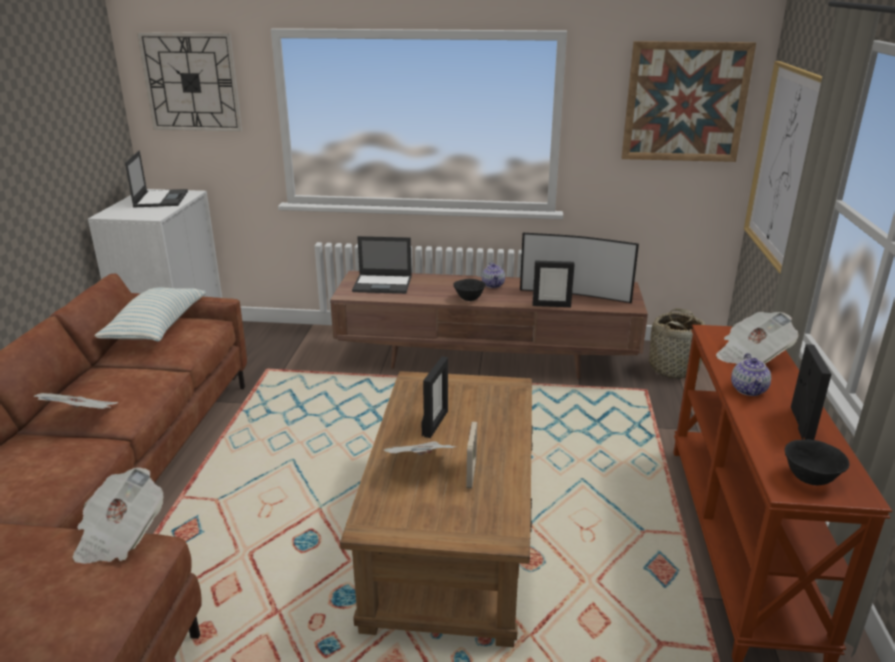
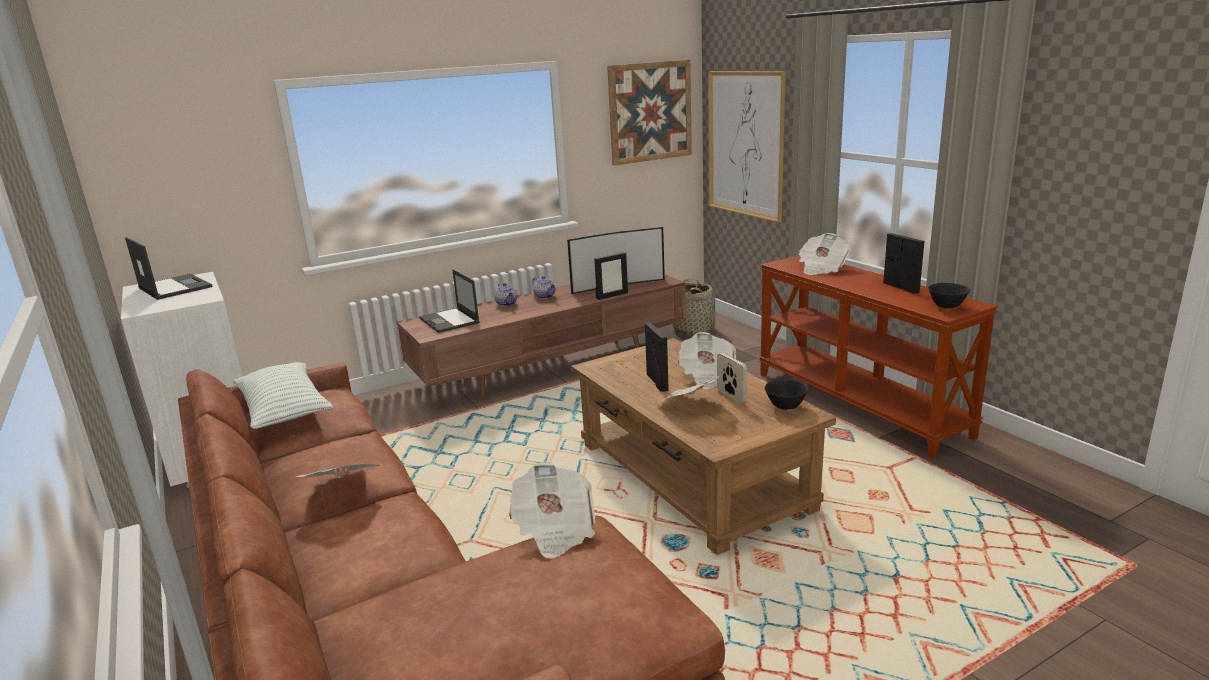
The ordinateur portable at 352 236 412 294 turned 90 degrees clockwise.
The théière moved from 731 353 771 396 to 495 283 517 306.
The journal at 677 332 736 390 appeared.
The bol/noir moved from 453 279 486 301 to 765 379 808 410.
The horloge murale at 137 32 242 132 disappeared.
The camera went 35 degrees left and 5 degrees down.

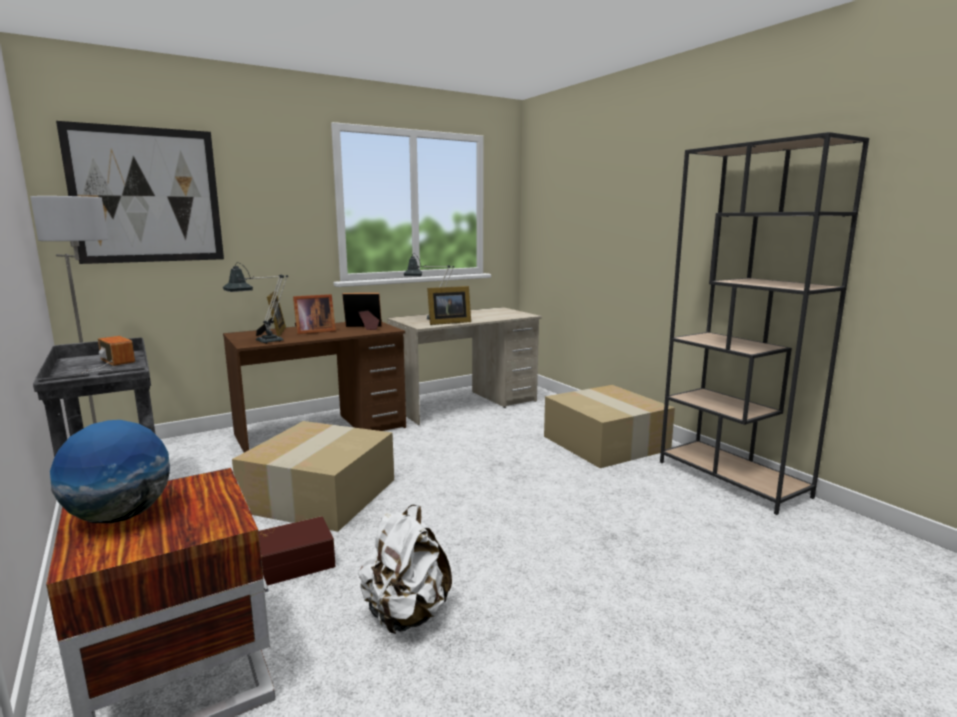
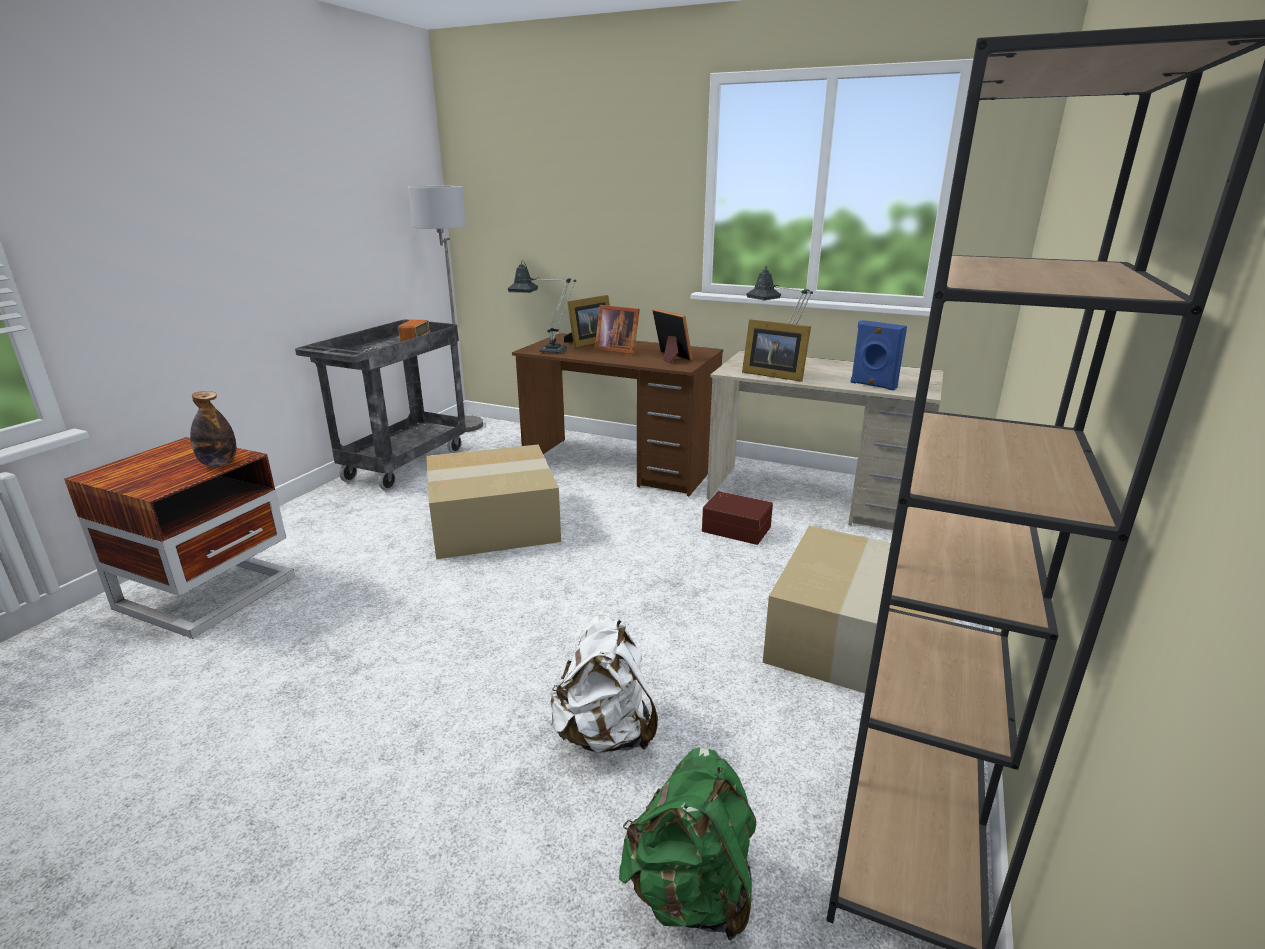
The bouteille at 190 391 236 467 appeared.
The sac à dos/blanc moved from 359 504 452 634 to 550 615 658 753.
The sac à dos/vert at 619 747 756 940 appeared.
The boîte de rangement/marron moved from 259 516 335 586 to 702 491 773 545.
The enceinte/bleu at 850 320 907 391 appeared.
The globe at 50 420 170 523 disappeared.
The tableau at 56 121 224 264 disappeared.
The camera went 55 degrees right and 10 degrees up.

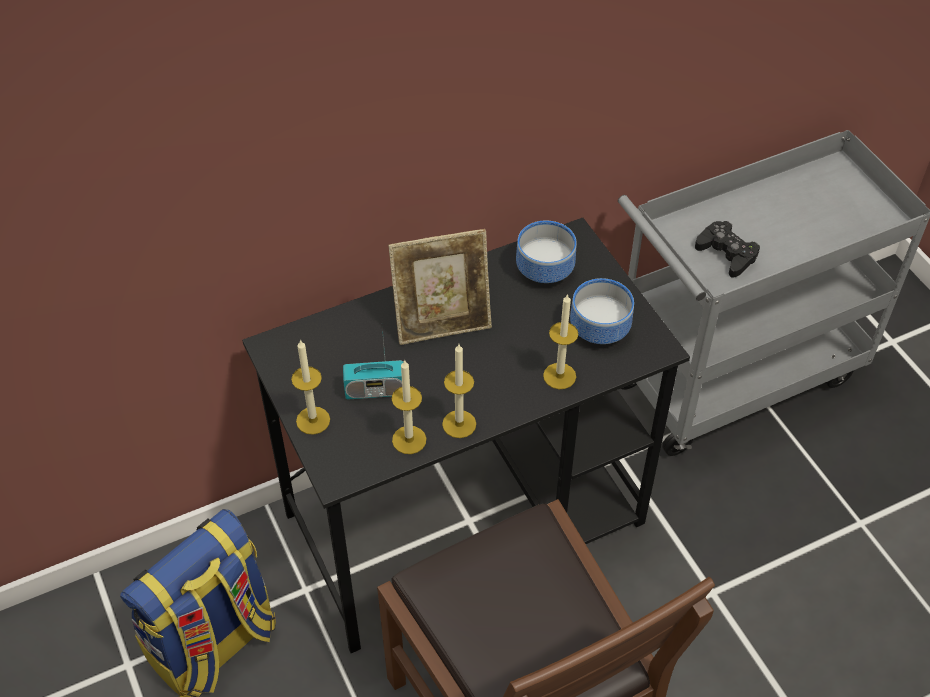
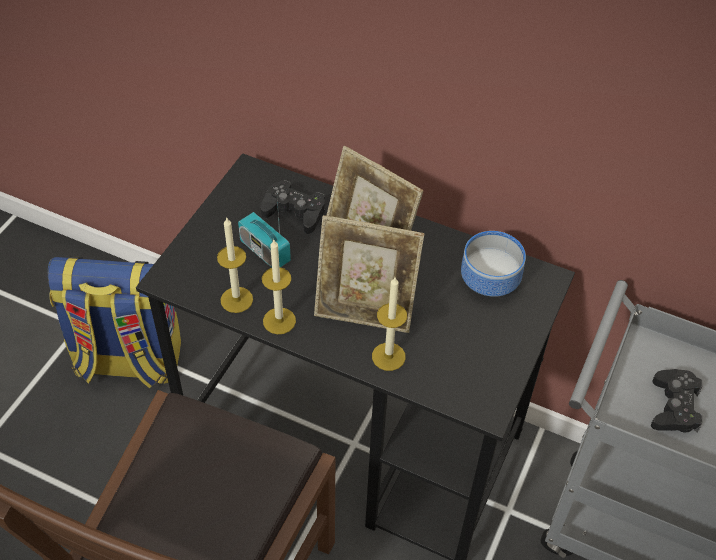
The manette/noir at 261 180 325 234 appeared.
The cadre photo at 314 215 424 333 appeared.
The bougie at 291 339 330 435 disappeared.
The bol at 570 278 634 344 disappeared.
The camera went 50 degrees right and 0 degrees up.

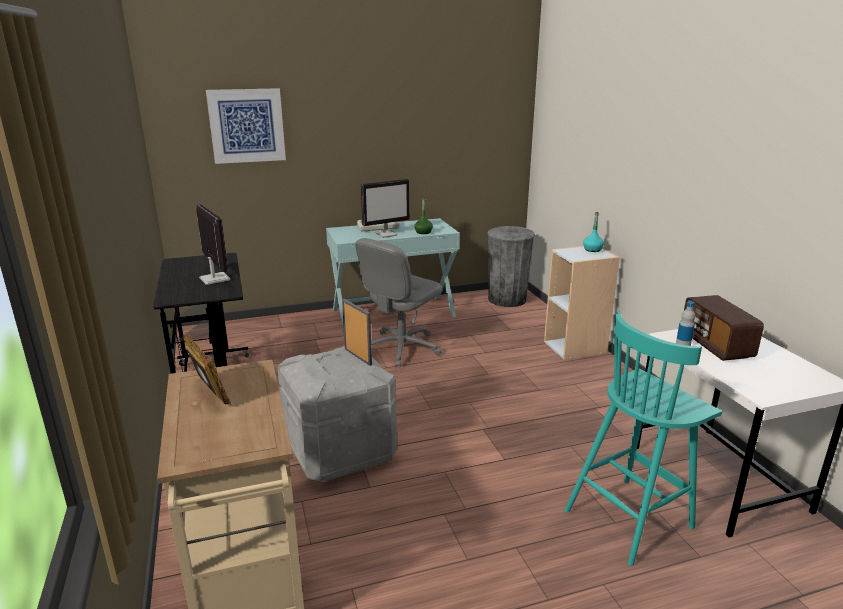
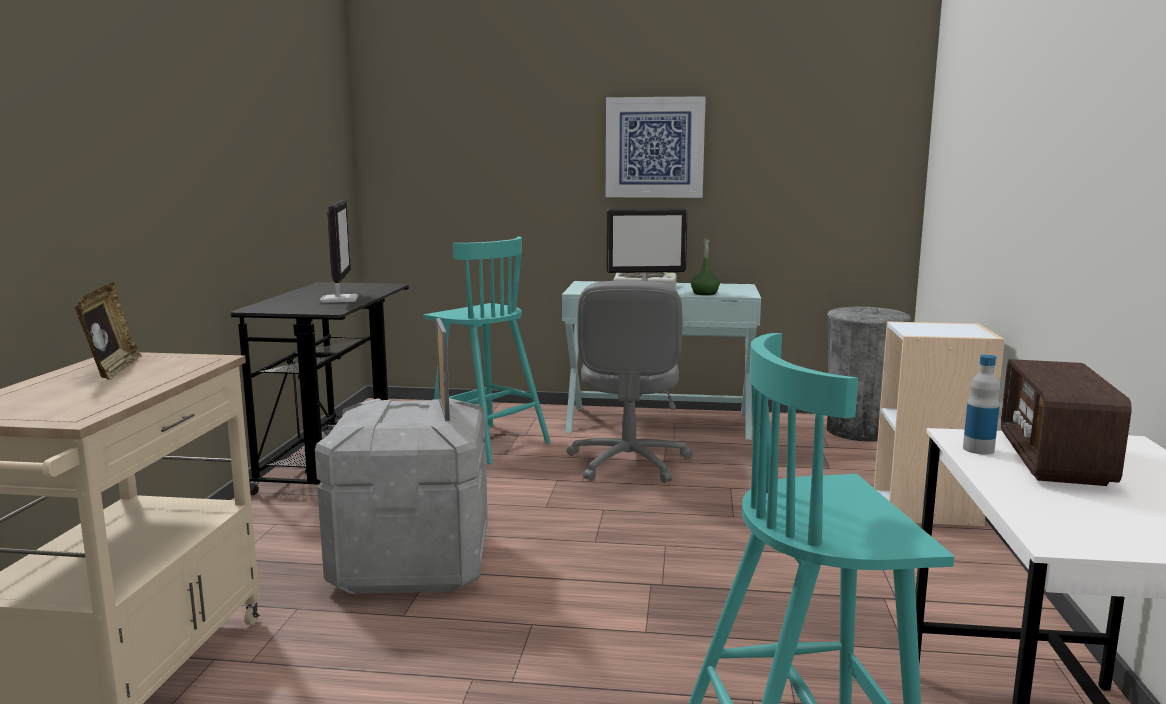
The tabouret/turquoise at 424 237 551 464 appeared.
The chaise de bureau/gris at 356 238 442 367 turned 60 degrees counterclockwise.
The tableau moved from 206 88 286 164 to 606 96 706 198.
The bouteille/turquoise at 583 212 604 252 disappeared.
The camera went 25 degrees right and 10 degrees down.

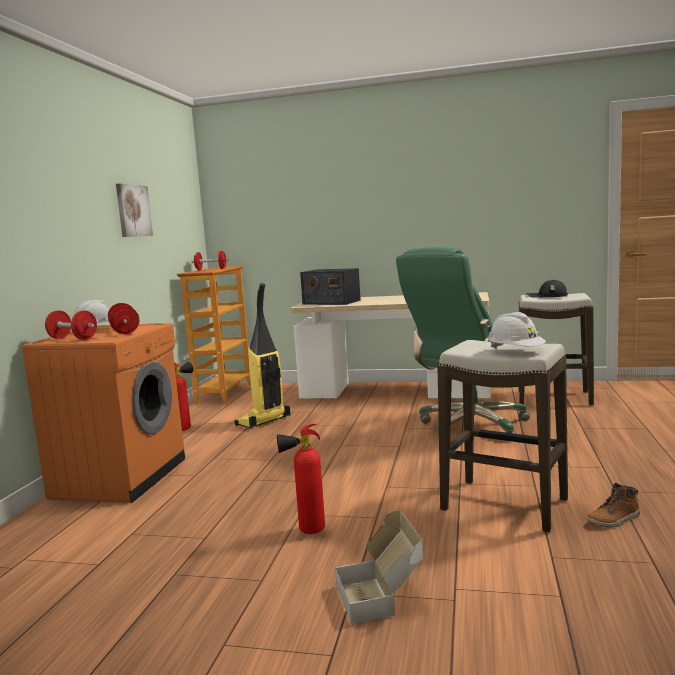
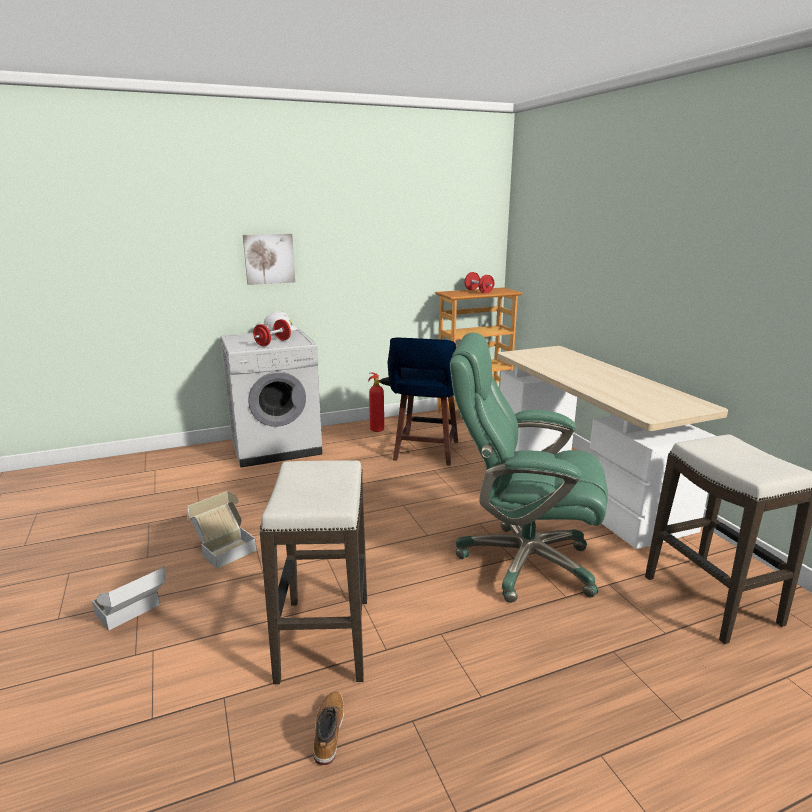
The extincteur at 277 424 325 534 was replaced by the carton at 187 491 257 569.
The lave-linge/orange at 22 323 185 503 became the lave-linge/blanc at 221 329 323 468.
The tableau moved from 116 183 153 237 to 243 234 295 285.
The botte at 587 483 640 528 turned 60 degrees clockwise.
The aspirateur at 234 283 291 428 was replaced by the tabouret/bleu at 388 337 458 466.
The haltère/rouge at 45 311 97 340 disappeared.
The radio at 300 268 361 305 disappeared.
The casque de chantier/blanc at 488 312 546 349 disappeared.
The casquette/noir at 527 280 568 298 disappeared.
The camera went 55 degrees right and 10 degrees up.

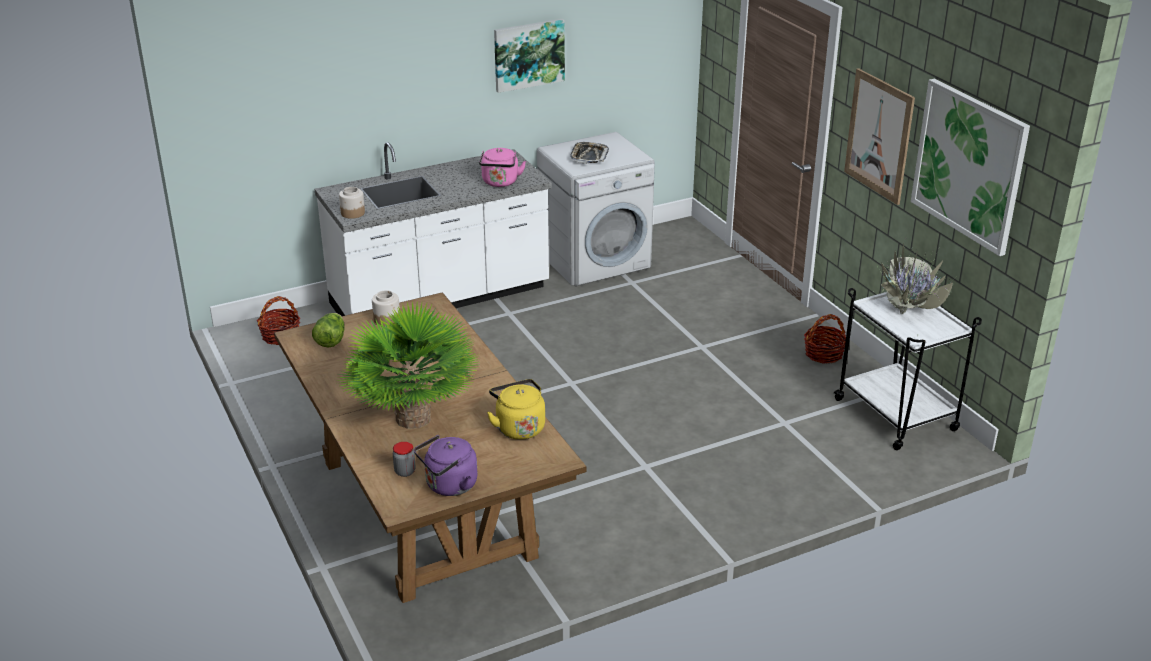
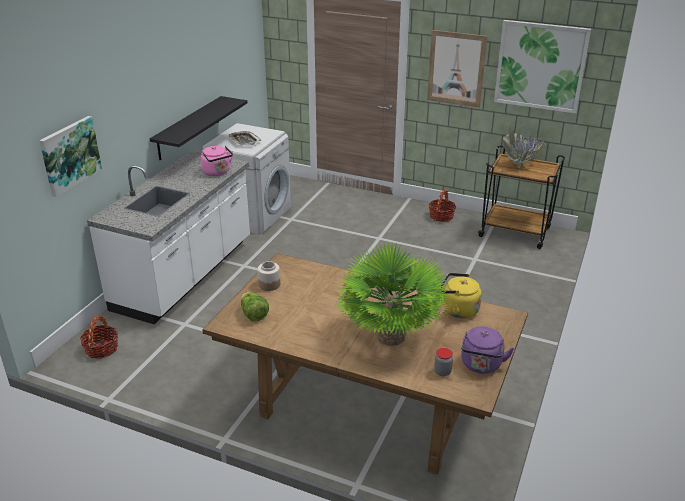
The tableau moved from 494 19 565 93 to 39 116 102 197.
The étagère/noir at 150 96 247 160 appeared.
The chariot/blanc at 833 288 982 450 became the chariot/marron at 477 146 565 249.
The bocal at 339 187 365 219 disappeared.
The camera went 40 degrees left and 0 degrees up.

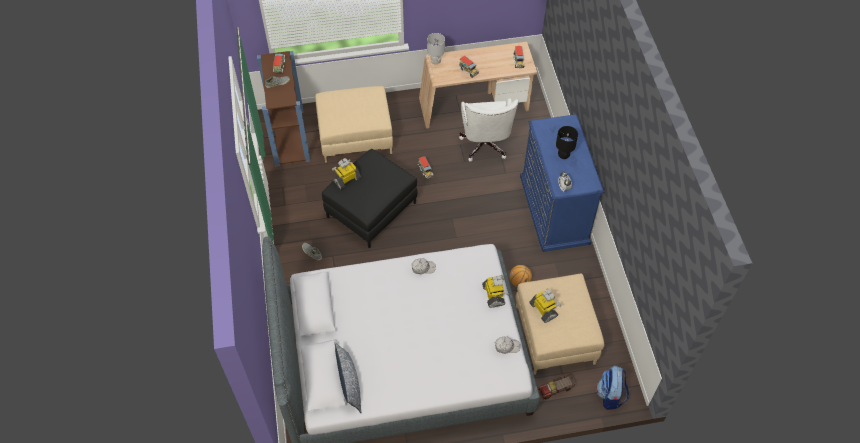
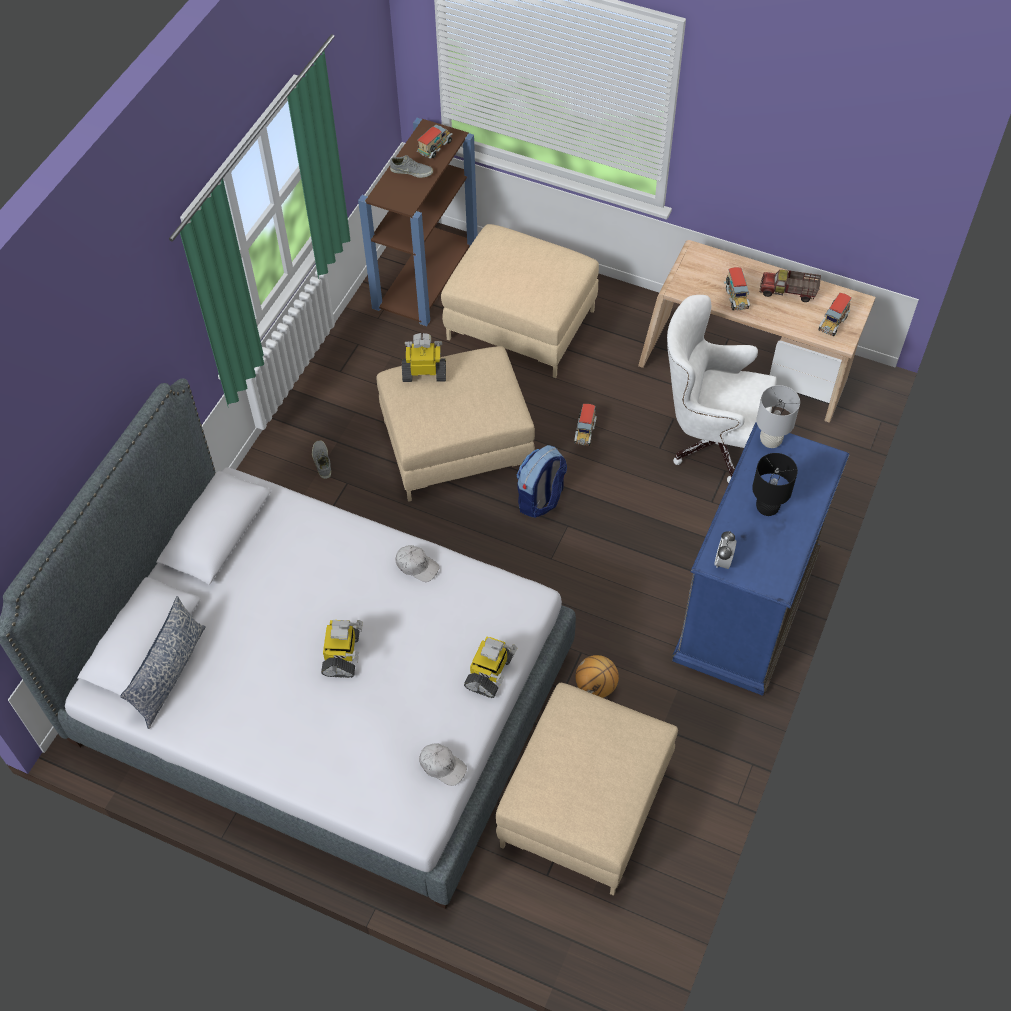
The robot jouet moved from 529 288 562 323 to 321 620 363 678.
The pouf/noir at 322 149 418 248 became the pouf/beige at 376 346 535 502.
The sac à dos moved from 596 366 629 410 to 516 445 567 518.
The chaise de bureau/blanc at 459 99 519 162 turned 75 degrees clockwise.
The lampe de table/gris moved from 427 33 445 64 to 756 385 800 448.
The camion jouet moved from 538 373 576 400 to 760 270 821 302.
The camera went 35 degrees right and 0 degrees up.

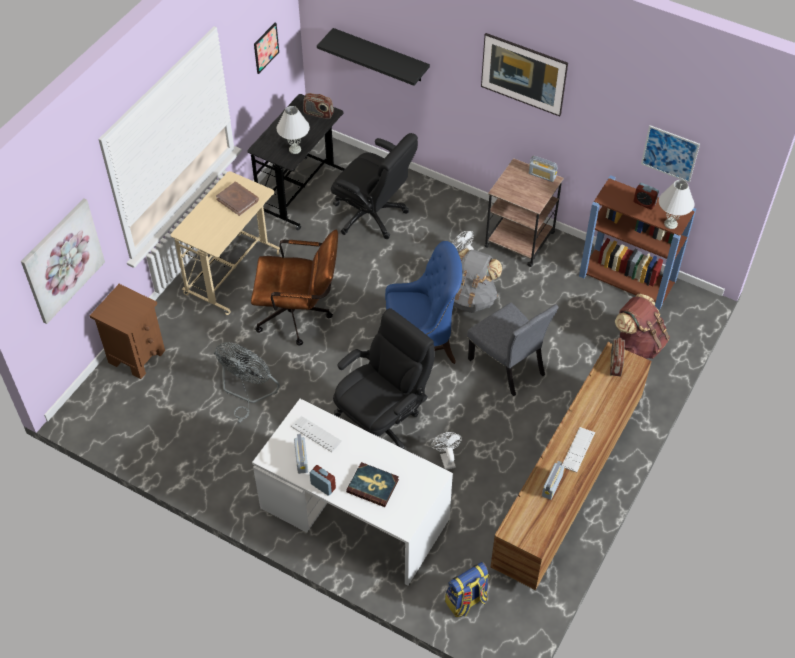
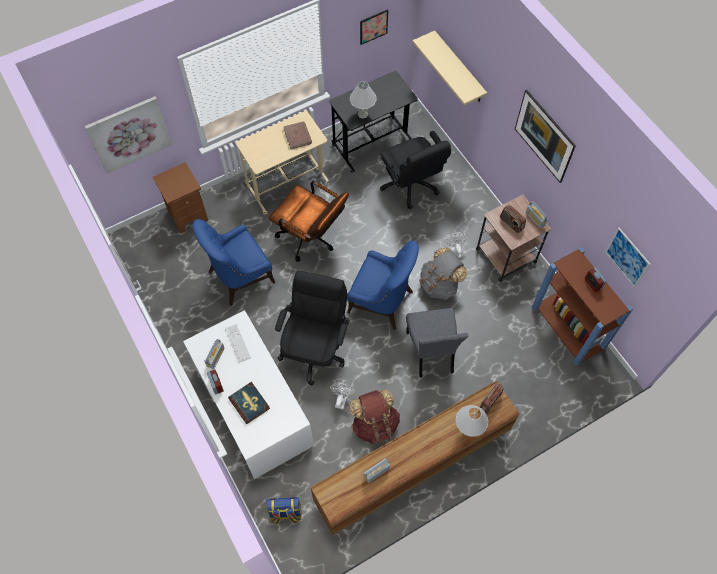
The ventilateur/gris at 213 342 280 423 was replaced by the chaise/bleu at 193 219 276 306.
The chaise de bureau/noir at 333 308 435 449 turned 60 degrees counterclockwise.
The sac à dos/marron moved from 615 294 670 359 to 350 389 400 444.
The étagère/noir at 317 28 430 86 became the étagère/beige at 413 31 487 105.
The lampe de table/blanc moved from 659 180 694 229 to 456 405 488 437.
The radio moved from 303 93 334 119 to 500 205 526 233.
The clavier at 562 427 595 473 disappeared.
The camera went 30 degrees right and 10 degrees up.

